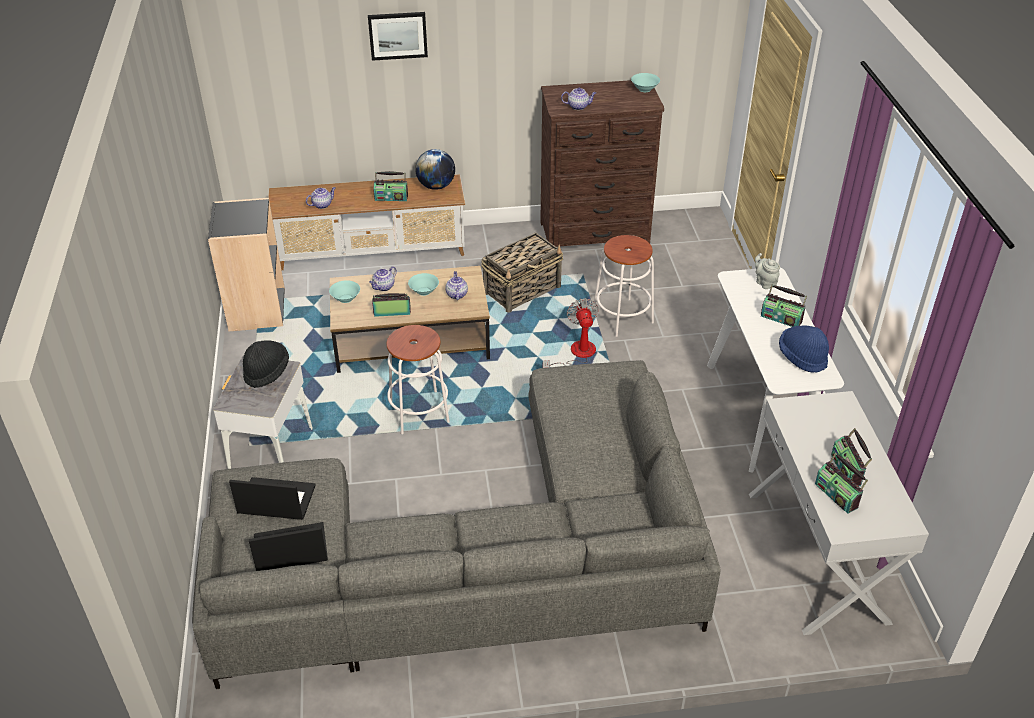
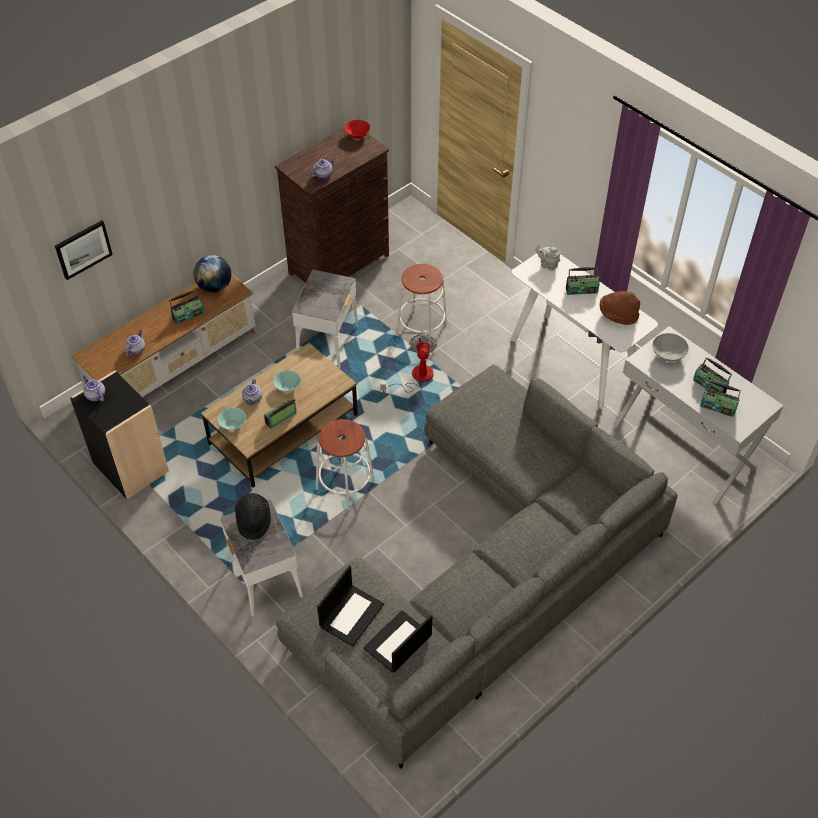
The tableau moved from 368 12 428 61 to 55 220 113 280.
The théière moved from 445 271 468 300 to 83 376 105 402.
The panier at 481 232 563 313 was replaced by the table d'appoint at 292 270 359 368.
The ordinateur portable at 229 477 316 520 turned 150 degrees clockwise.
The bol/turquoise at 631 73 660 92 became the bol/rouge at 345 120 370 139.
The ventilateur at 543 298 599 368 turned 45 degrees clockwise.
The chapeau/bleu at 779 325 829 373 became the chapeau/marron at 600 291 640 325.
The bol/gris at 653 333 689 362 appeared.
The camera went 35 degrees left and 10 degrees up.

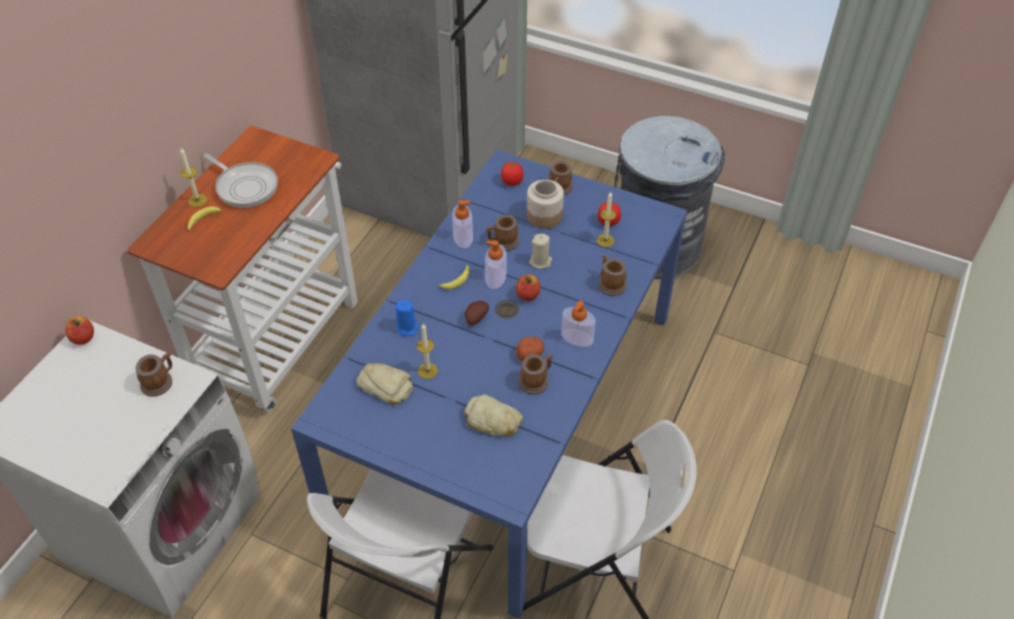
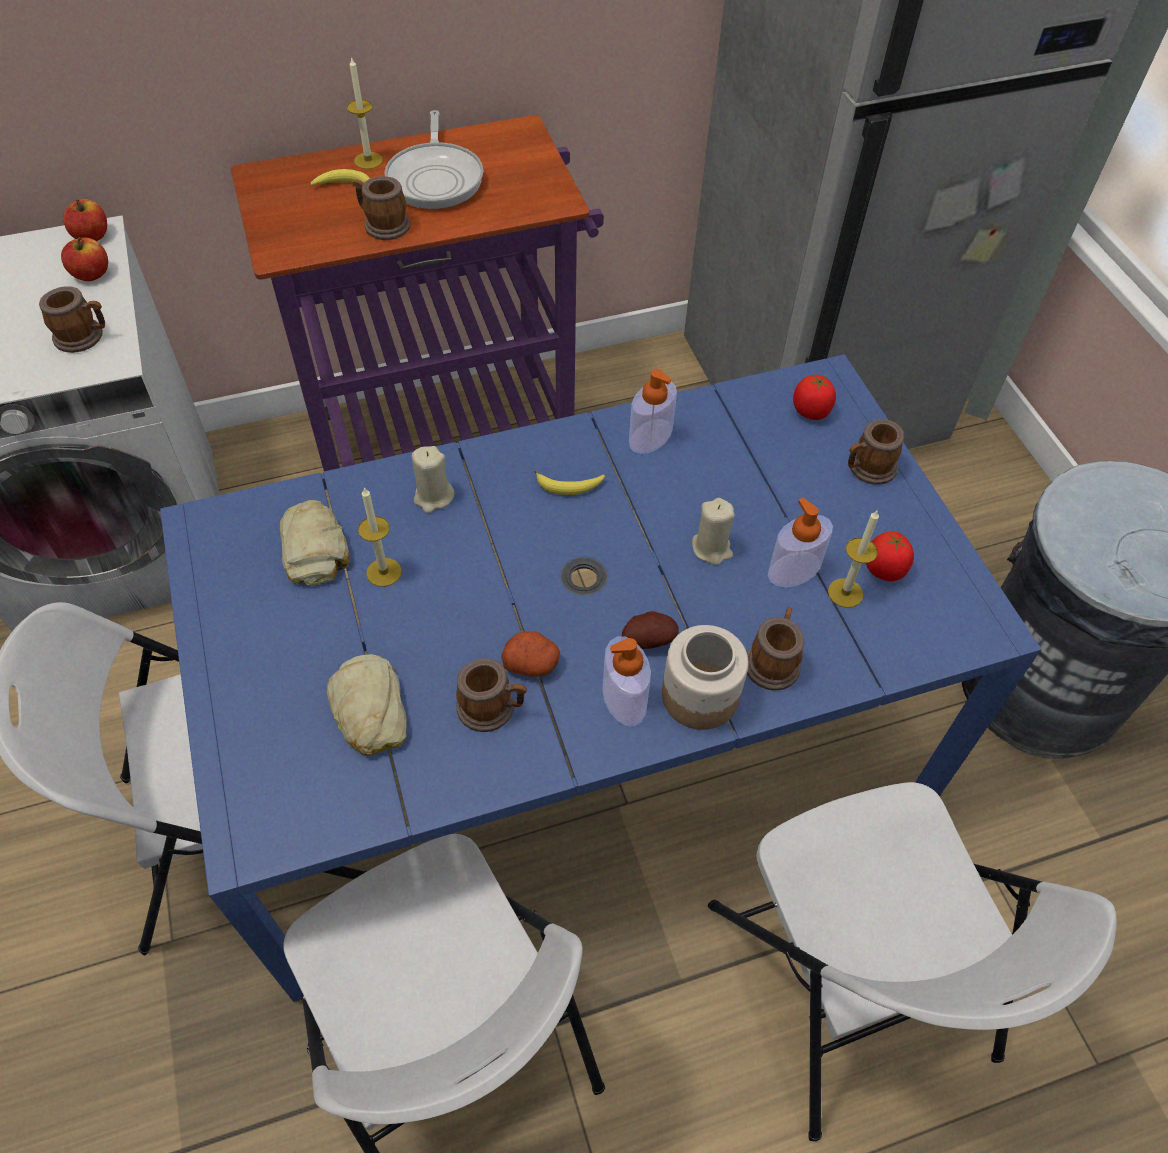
The pomme moved from 516 274 540 301 to 61 237 108 281.
The chariot/blanc at 127 126 358 413 became the chariot/violet at 231 115 604 471.
The mug moved from 486 215 520 251 to 353 176 410 240.
The bougie/bleu at 395 299 418 336 became the bougie/beige at 412 446 455 513.
The pomme de terre moved from 465 301 489 325 to 622 611 679 649.
The bocal moved from 527 179 564 229 to 662 625 748 730.
The chaise/blanc at 708 782 1117 1141 appeared.
The distributeur de savon moved from 485 240 506 289 to 768 498 833 588.
The camera went 45 degrees right and 5 degrees up.

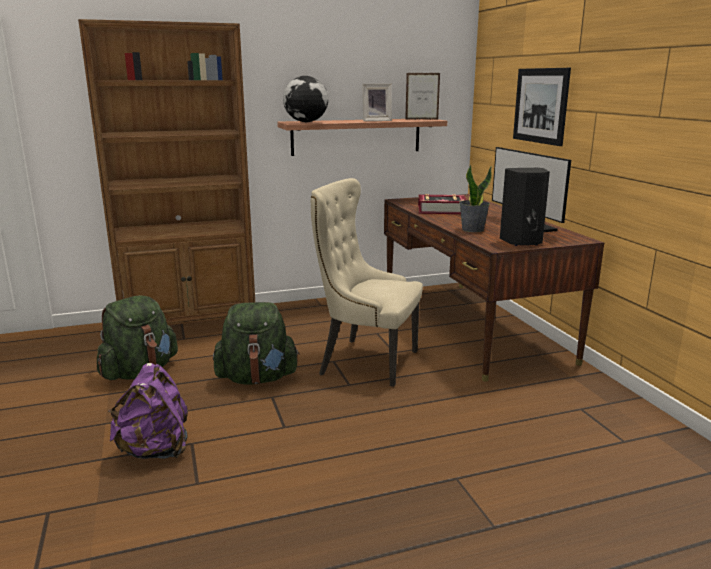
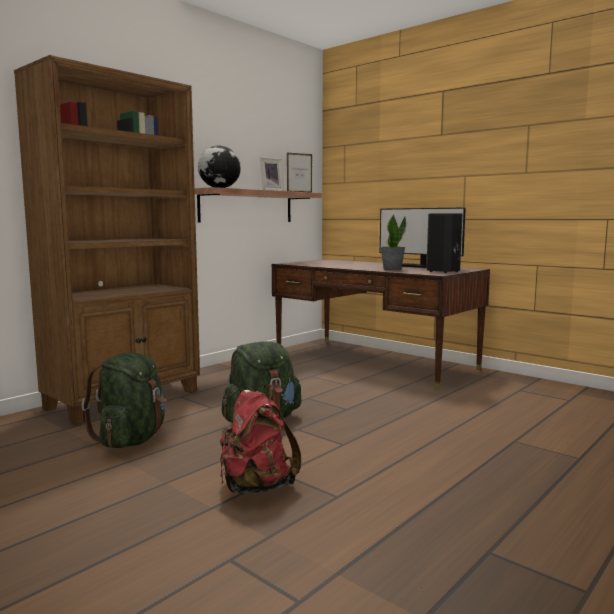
The sac à dos/violet at 108 363 188 459 became the sac à dos/rouge at 220 384 301 494.
The chaise/beige at 311 178 423 387 disappeared.
The livre at 418 194 466 214 disappeared.
The tableau at 513 68 571 146 disappeared.
The camera went 30 degrees left and 10 degrees down.

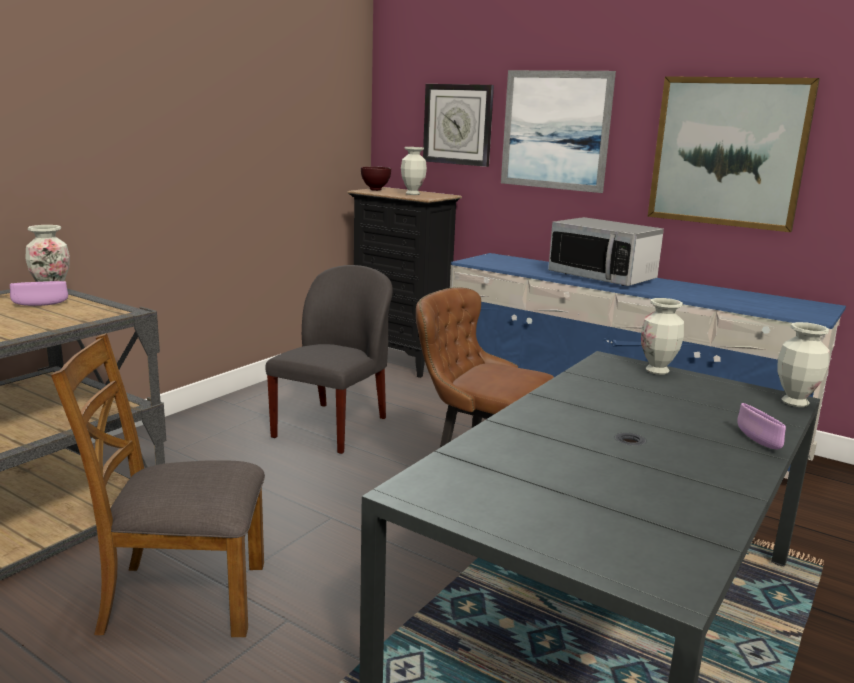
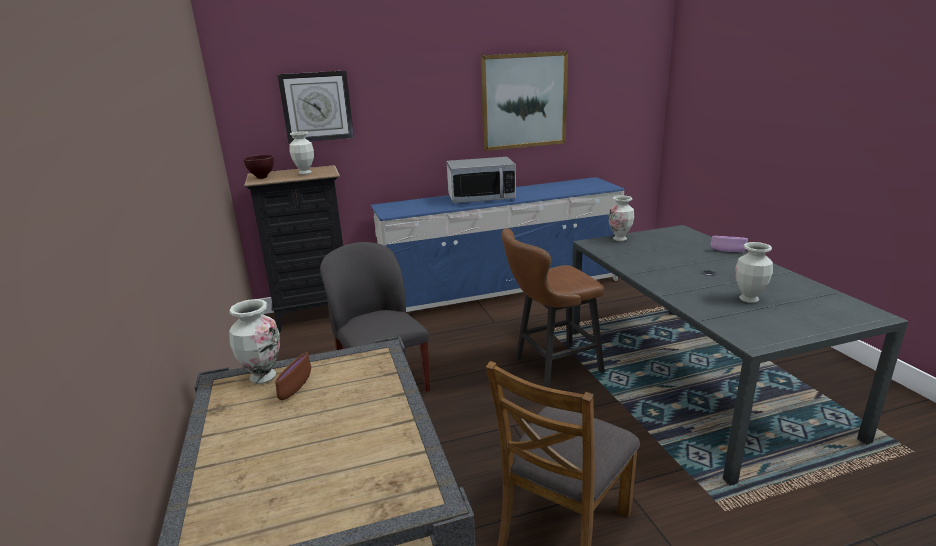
The bol/violet at 10 281 68 306 became the bol/marron at 275 352 311 400.
The vase moved from 777 322 830 407 to 735 242 773 303.
The tableau at 501 70 616 193 disappeared.
The camera went 50 degrees left and 5 degrees up.

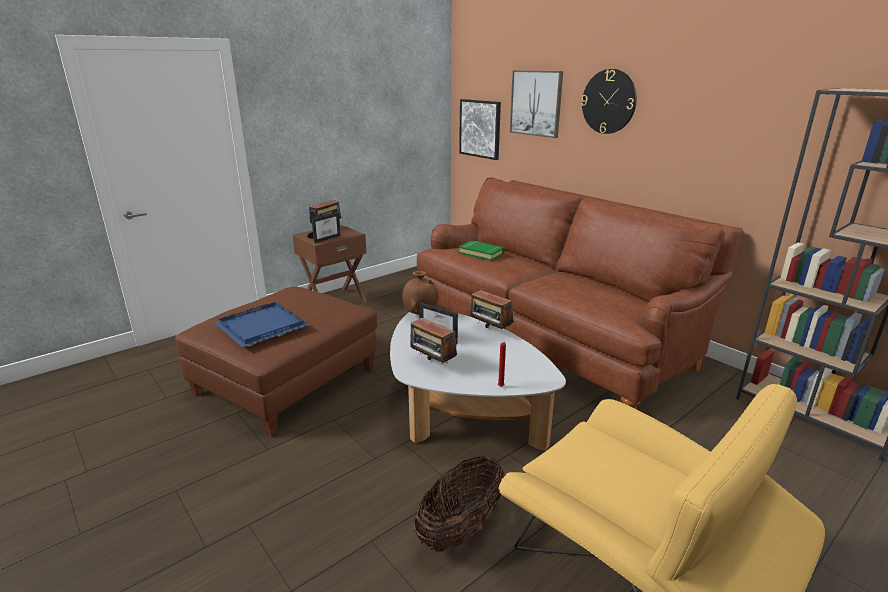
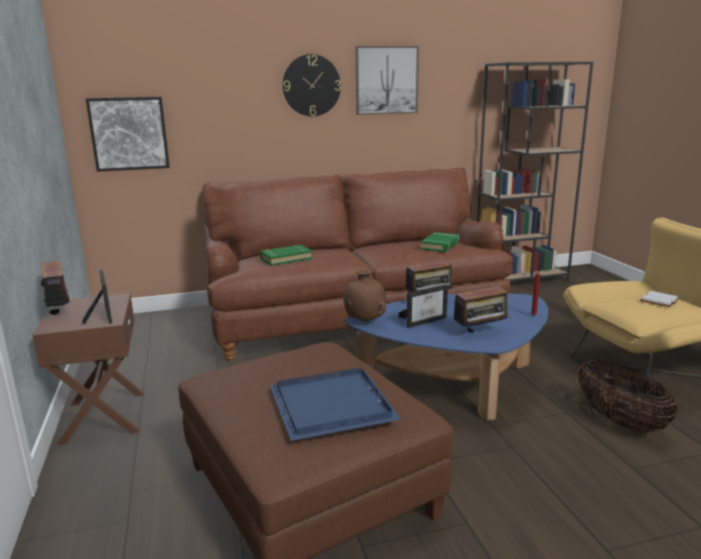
The table basse/blanc at 390 312 566 451 became the table basse/bleu at 345 293 548 421.
The tableau moved from 510 70 563 138 to 355 46 419 115.
The livre/vert at 420 232 460 252 appeared.
The livre/blanc at 640 291 680 307 appeared.
The camera went 65 degrees left and 5 degrees down.

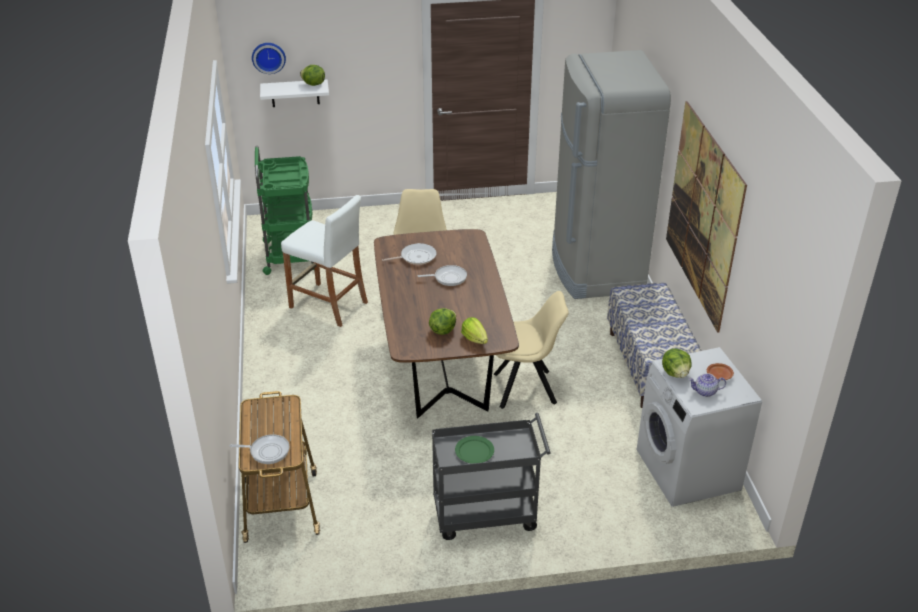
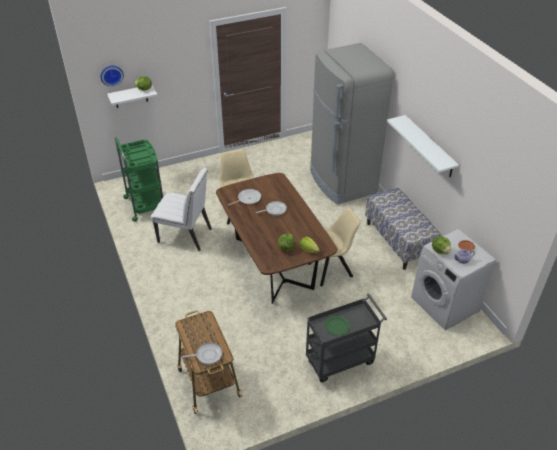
The tabouret/blanc at 281 195 368 327 was replaced by the chaise/blanc at 151 168 212 251.
The tableau at 666 101 747 333 was replaced by the étagère/blanc at 387 115 459 177.
The camera went 15 degrees left and 5 degrees up.

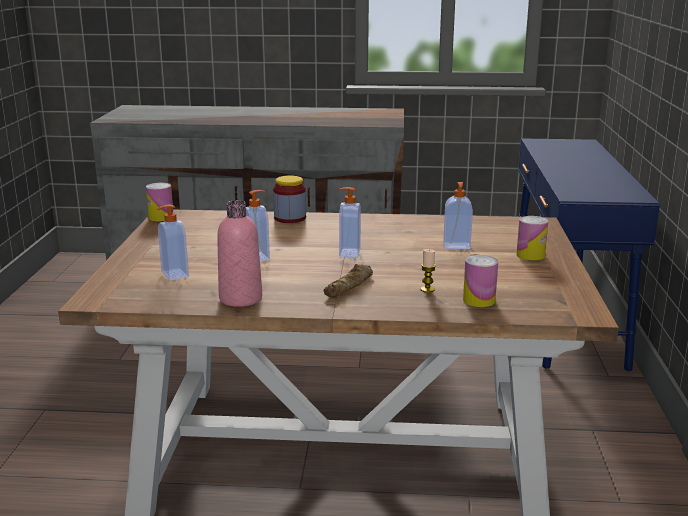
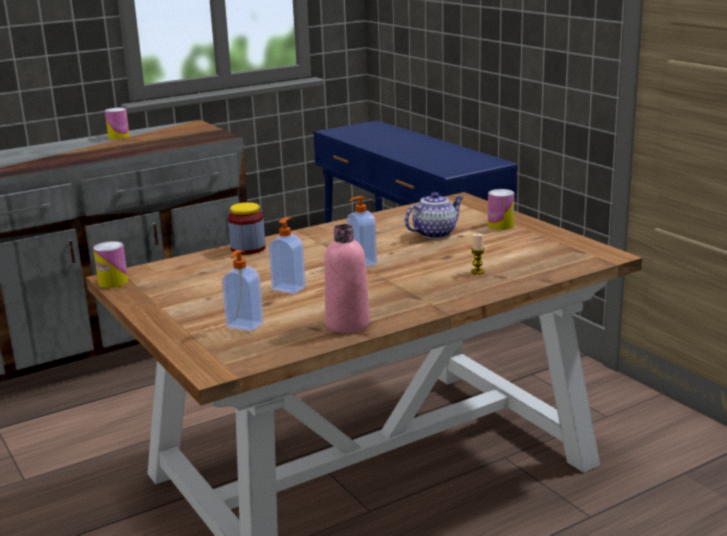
The boîte métallique moved from 463 255 498 307 to 105 108 130 140.
The distributeur de savon at 443 182 473 249 was replaced by the théière at 405 192 463 239.
The pain at 324 264 373 298 disappeared.
The camera went 35 degrees left and 0 degrees up.

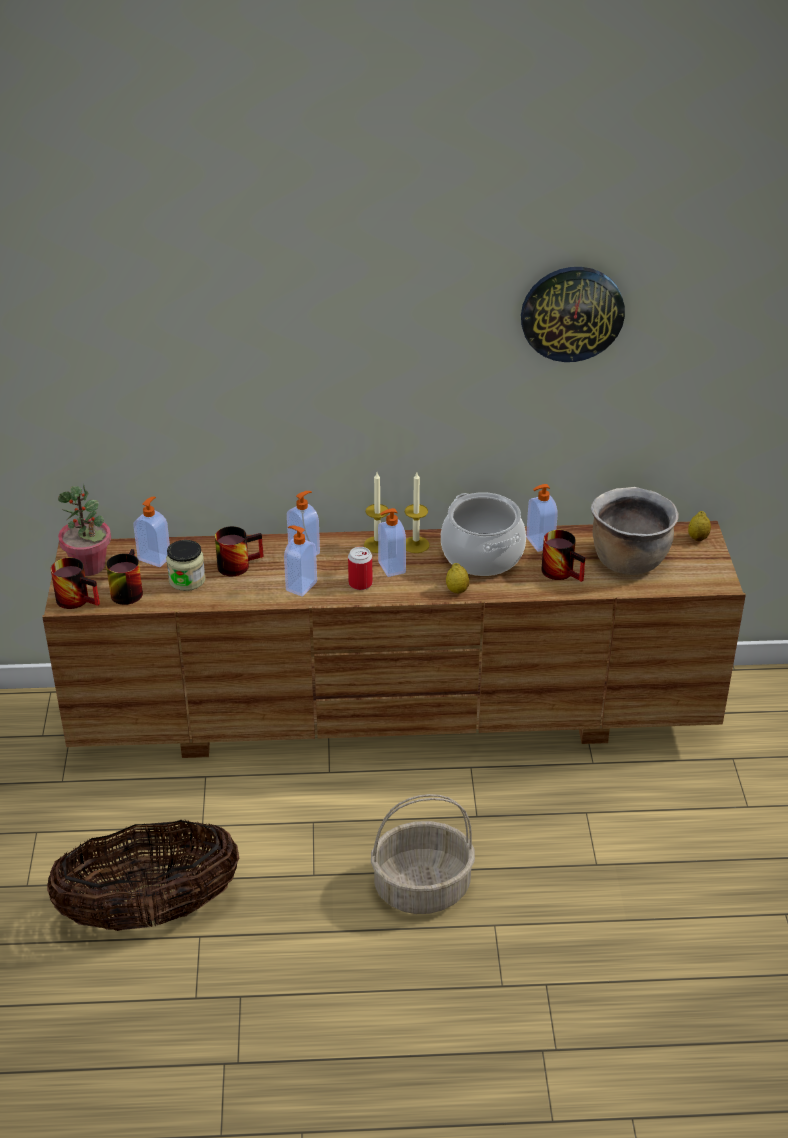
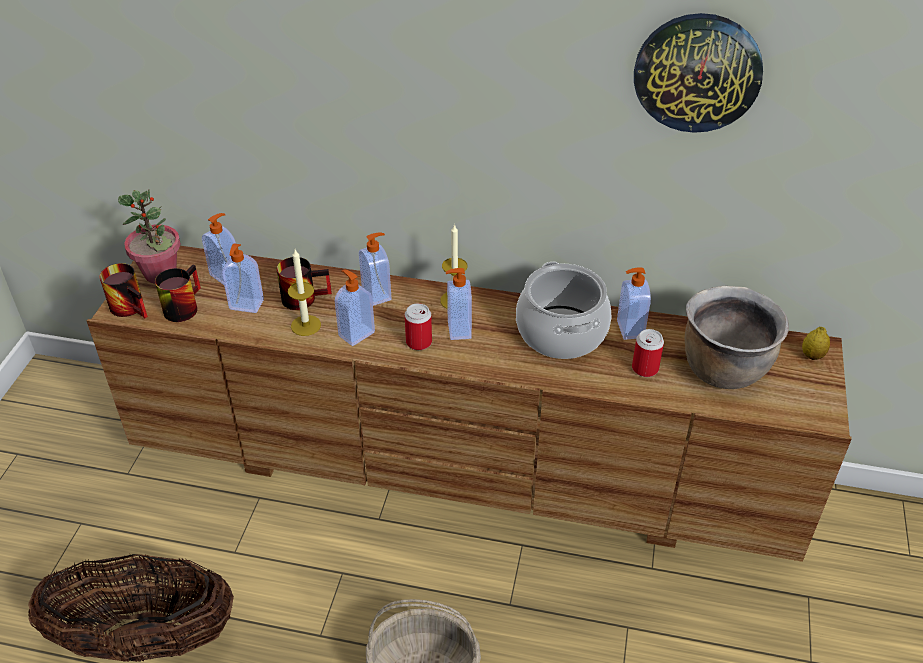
The bocal at 166 540 206 591 was replaced by the distributeur de savon at 222 243 264 313.
The bougie moved from 405 473 430 553 to 288 249 321 336.
The mug at 541 530 585 582 was replaced by the boîte métallique at 632 329 664 377.
The citron at 446 563 469 594 disappeared.
The camera went 15 degrees right and 5 degrees up.

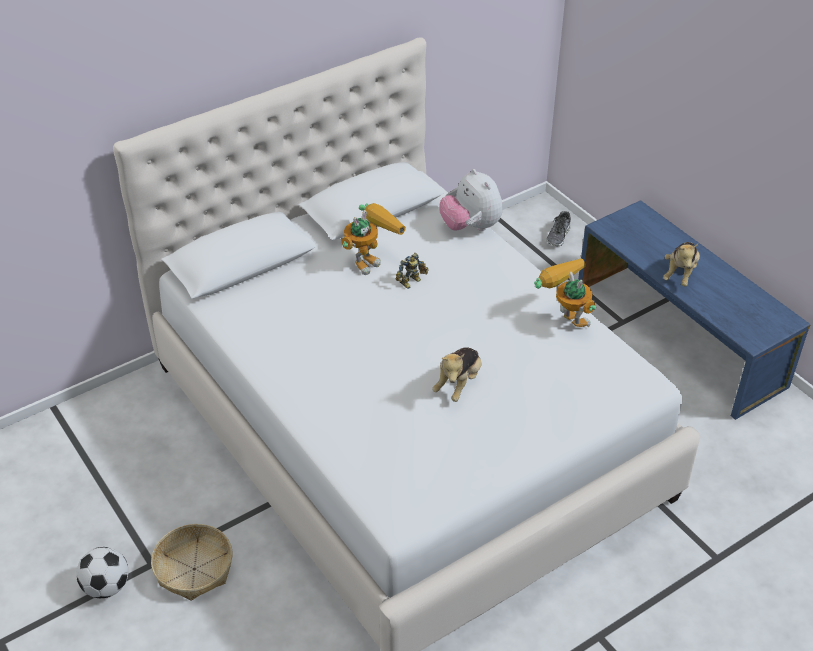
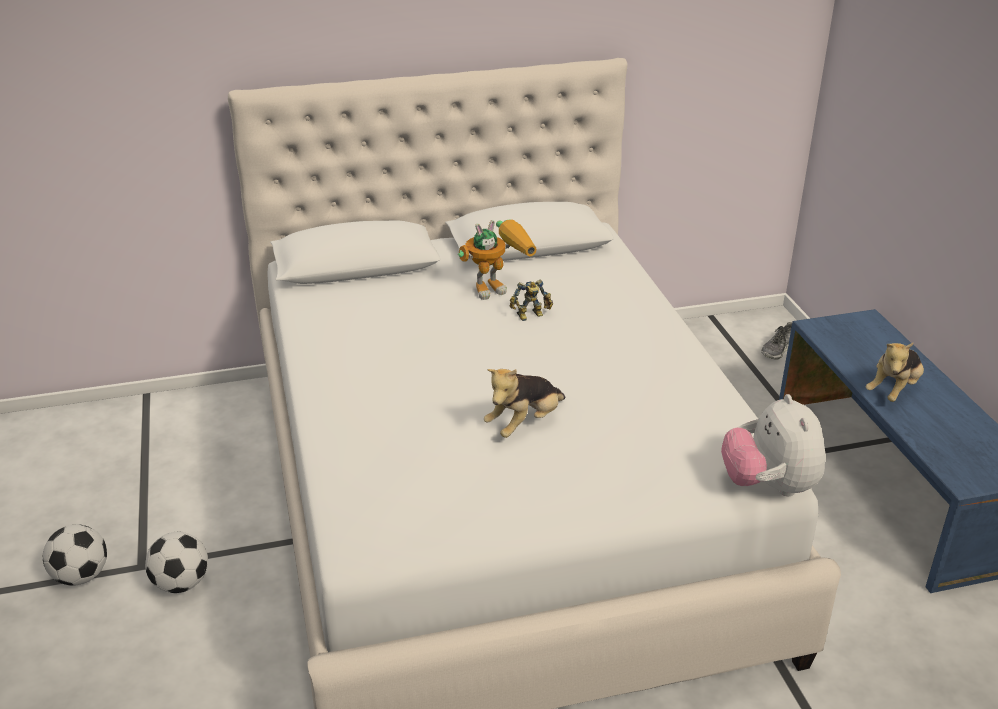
The panier at 151 524 232 601 was replaced by the ballon de foot at 145 532 208 593.
The peluche moved from 439 169 503 231 to 721 394 826 496.
The robot jouet at 534 258 596 327 disappeared.
The camera went 20 degrees right and 10 degrees down.

